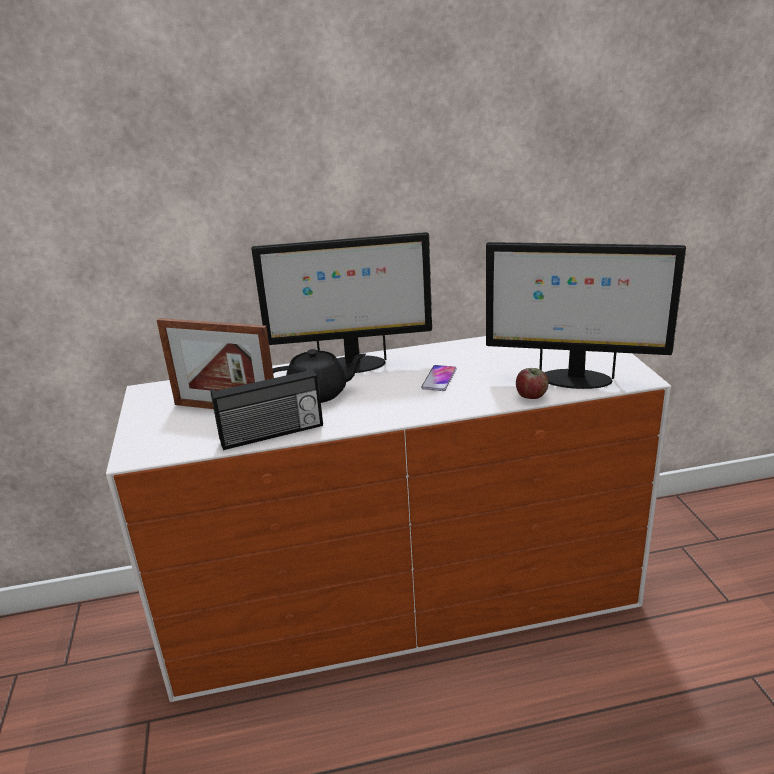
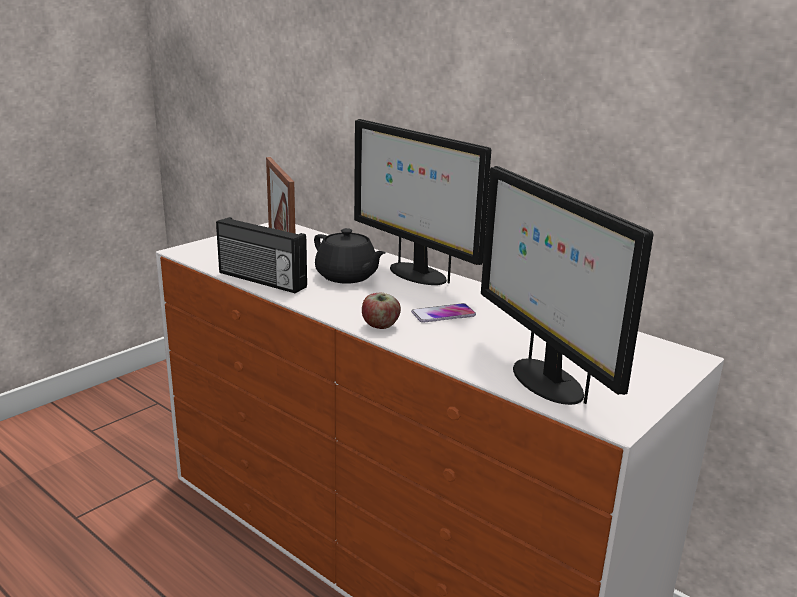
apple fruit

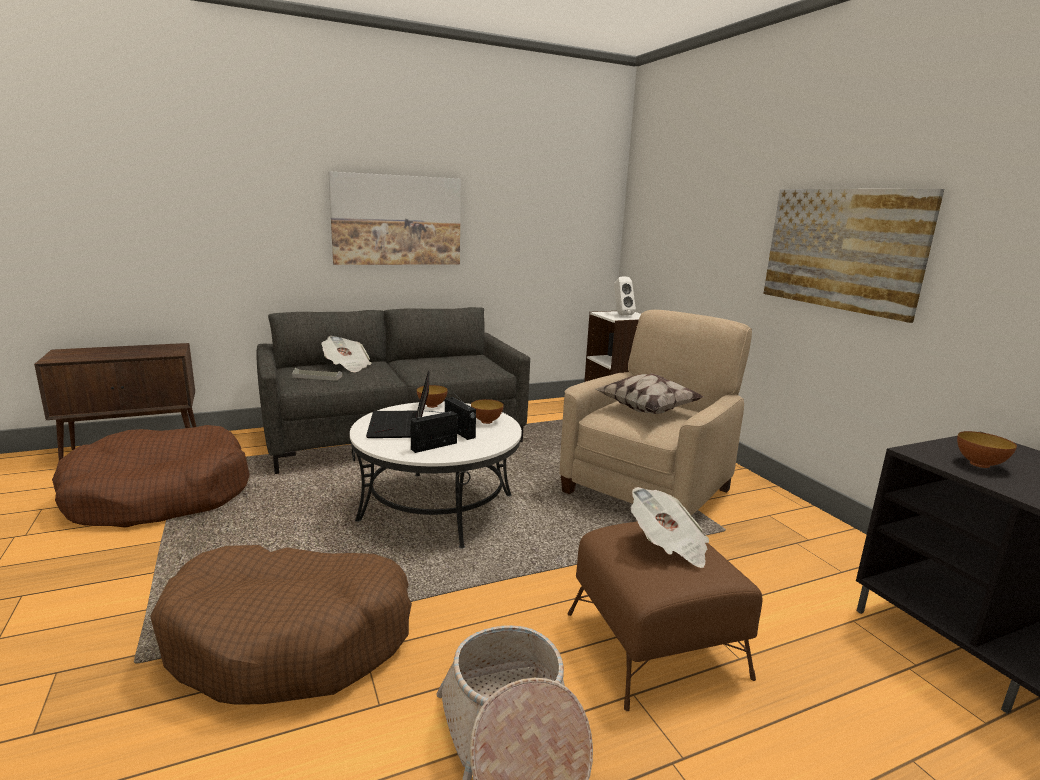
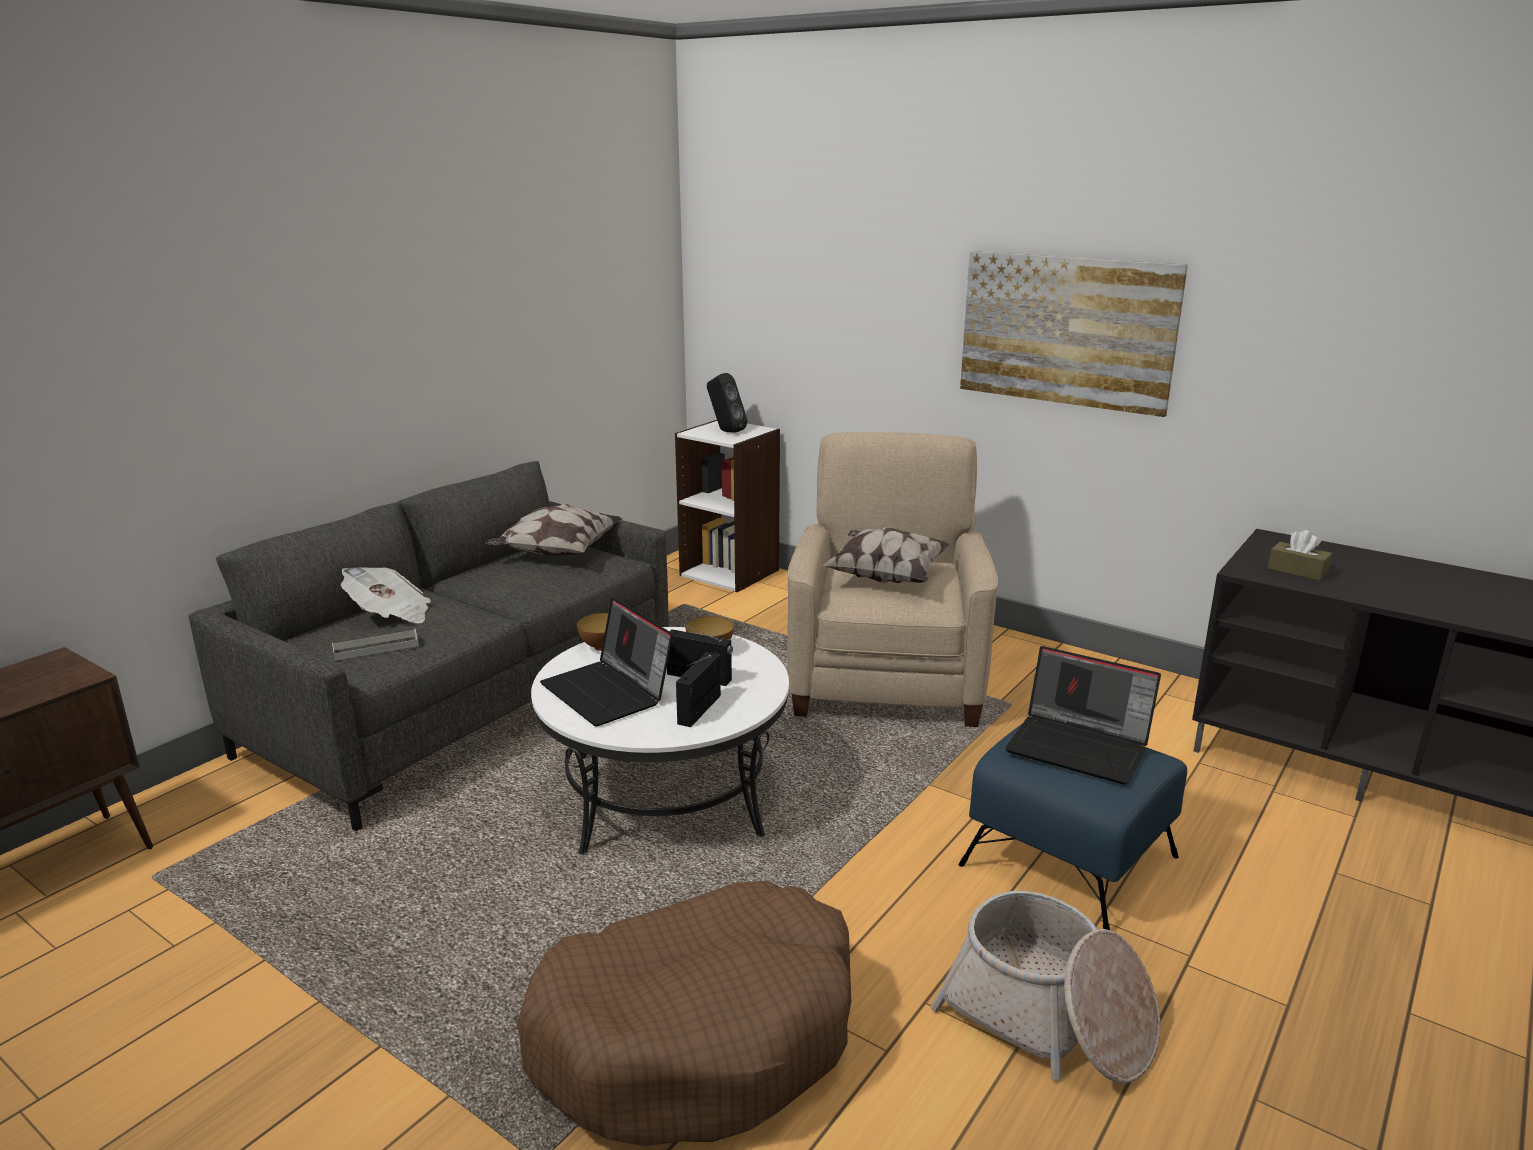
throw pillow (no. 1 from left)
speaker/black
ottoman/blue-coloured
portable computer (no. 2 from left)
tissue holder/brown-coloured
dog bed/brown-coloured (no. 1 from left in the first image)
wall picture (no. 1 from left in the first image)

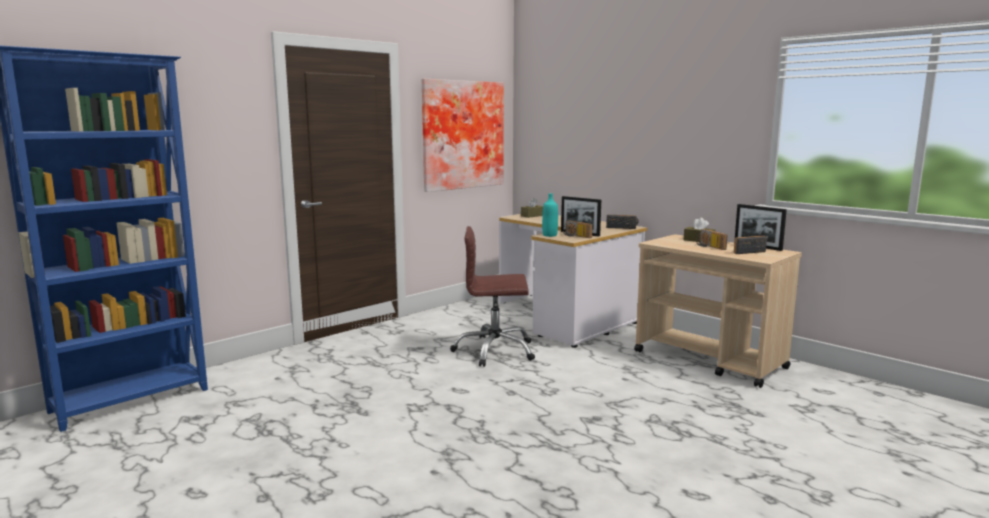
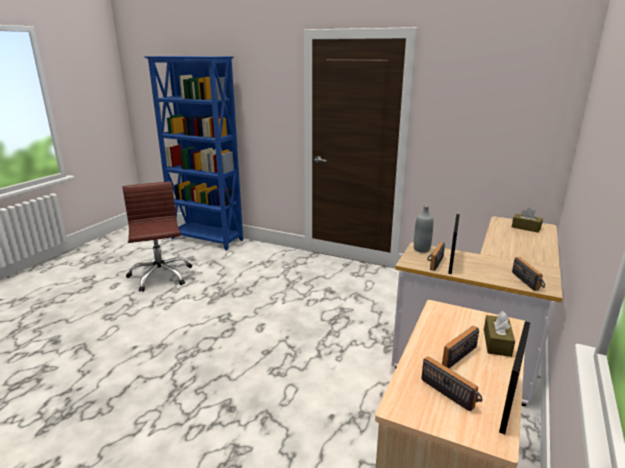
computer chair/brown-coloured
drink bottle/gray
wall picture

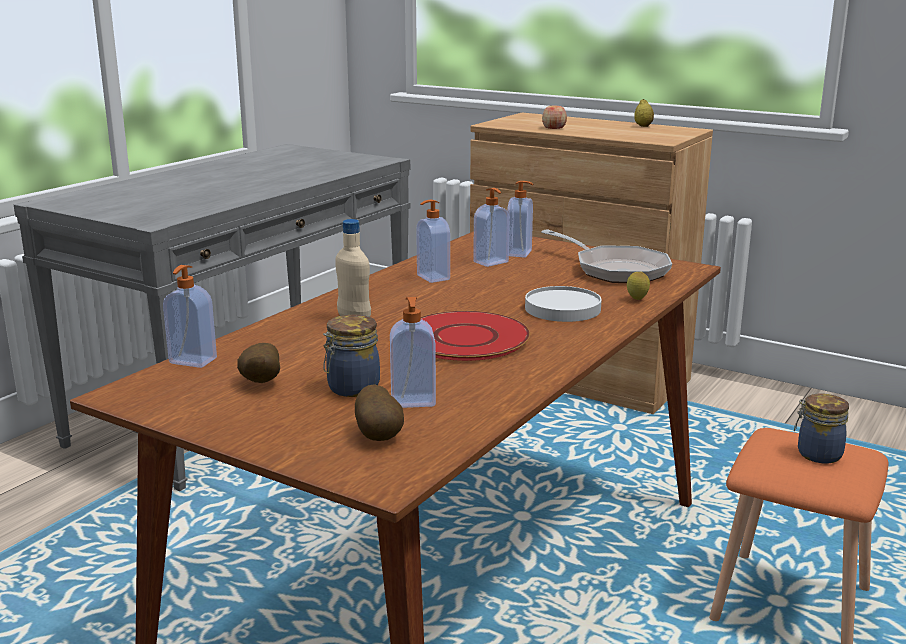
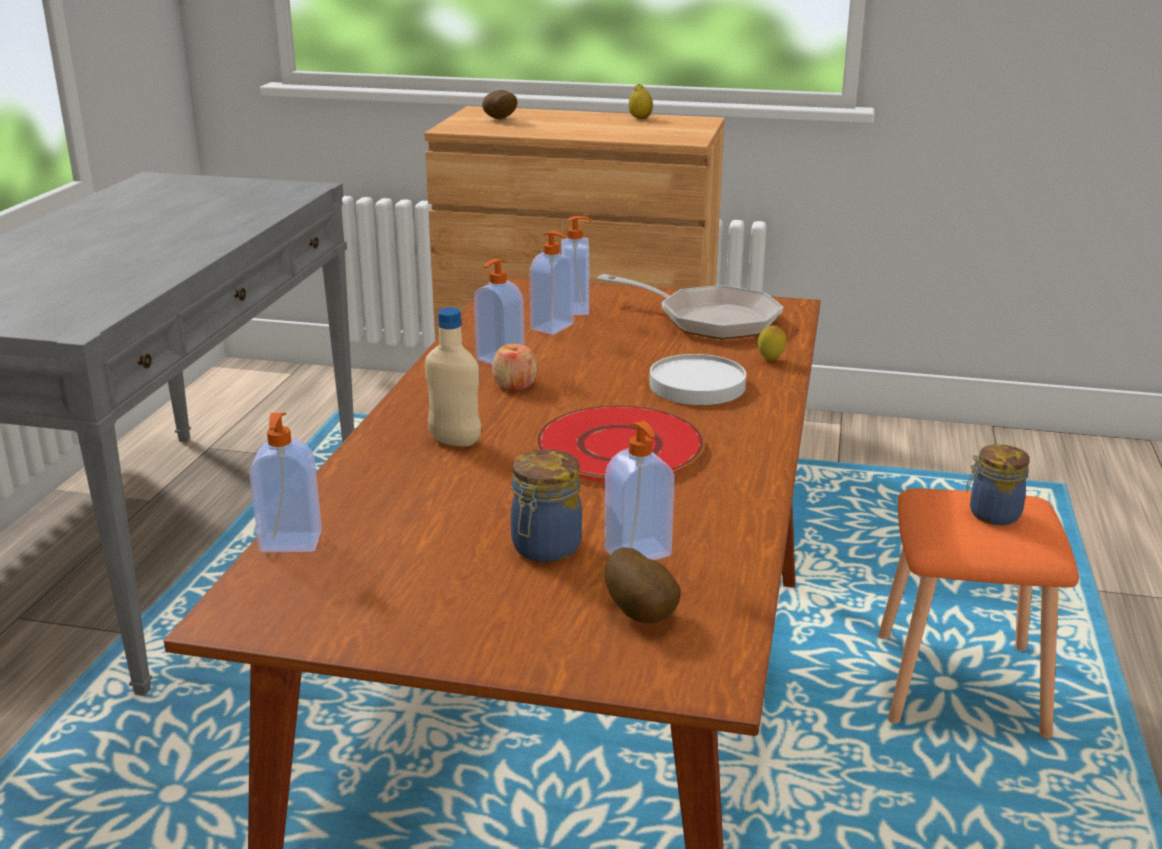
whole potato (no. 1 from left)
apple fruit

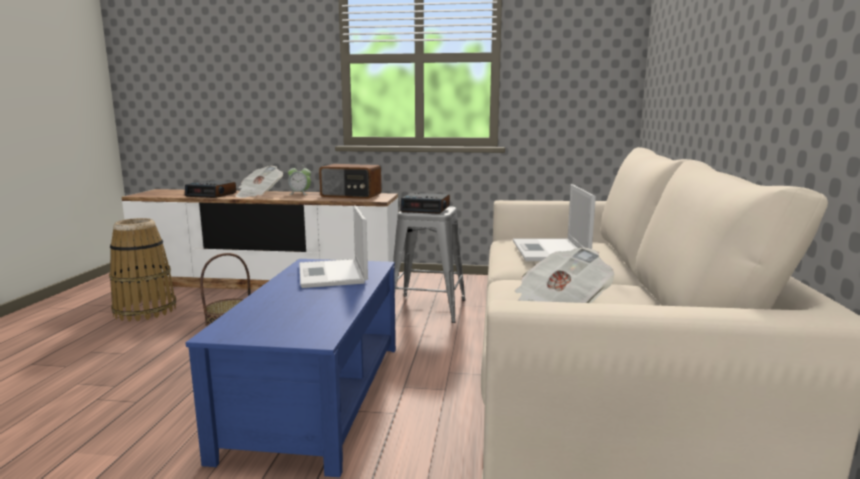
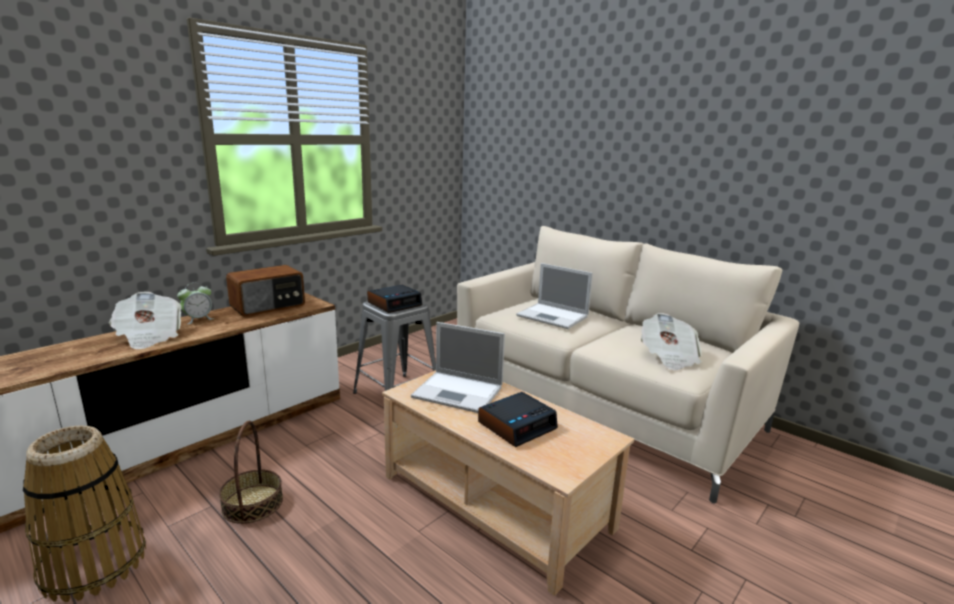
low table/beige-coloured
alarm clock (no. 3 from left)

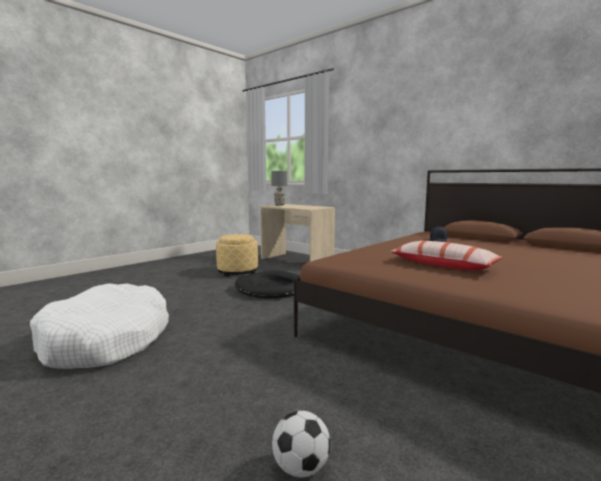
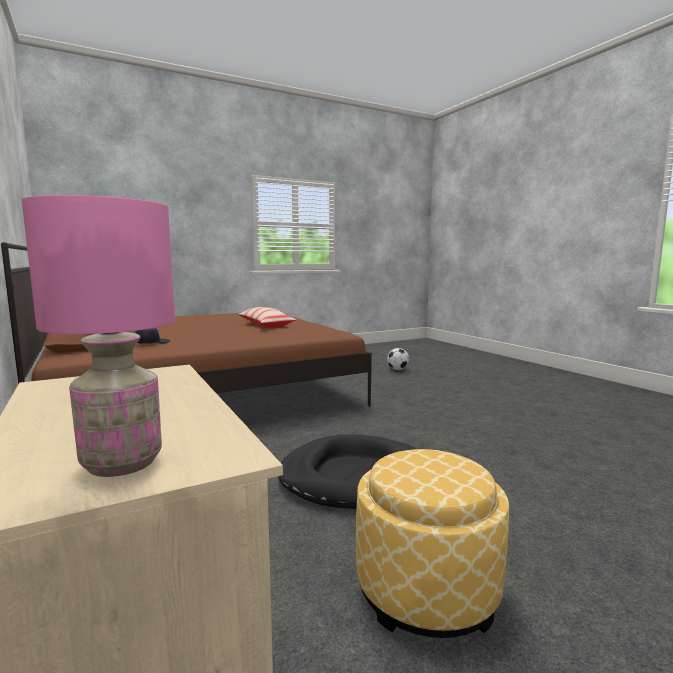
lamp for a table/pink
dog bed/whitish

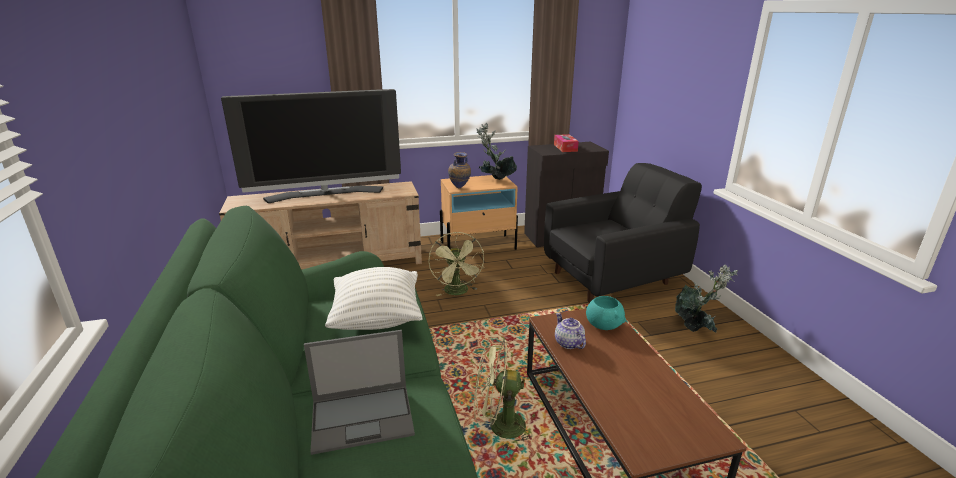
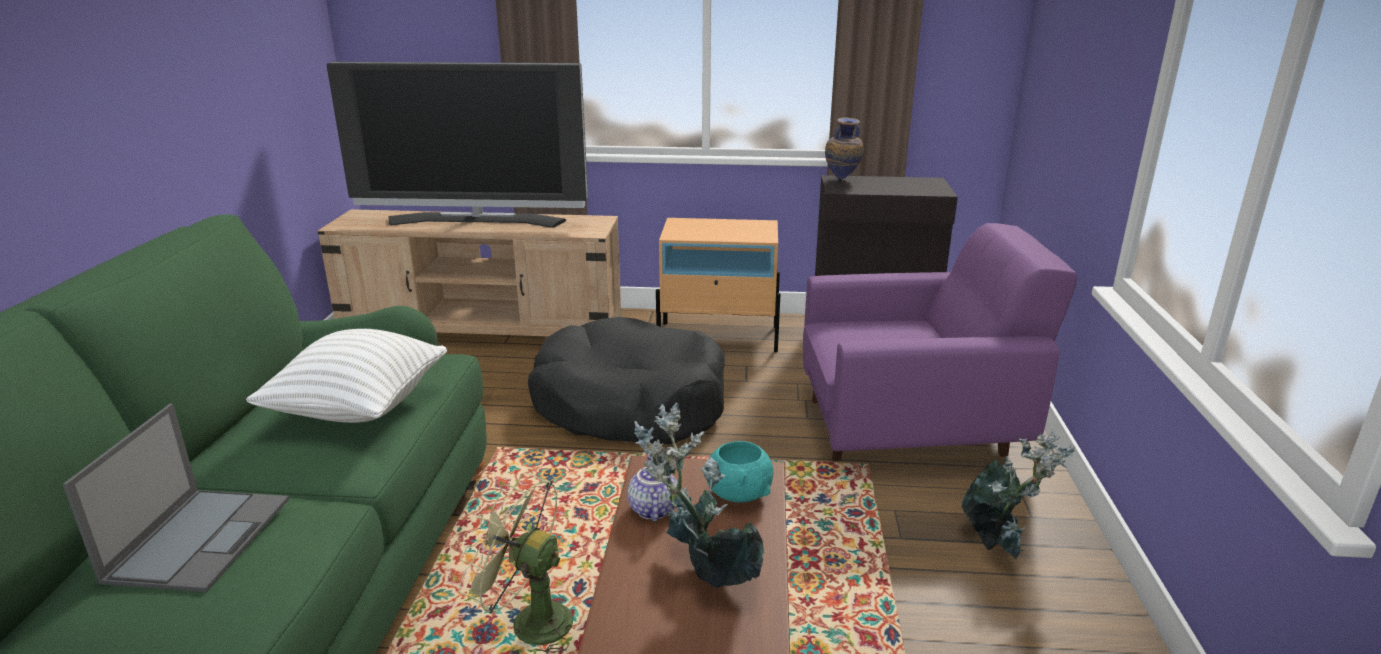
portable computer
dog bed/black
houseplant (no. 1 from left)
armchair/purplish
vase
tissue holder

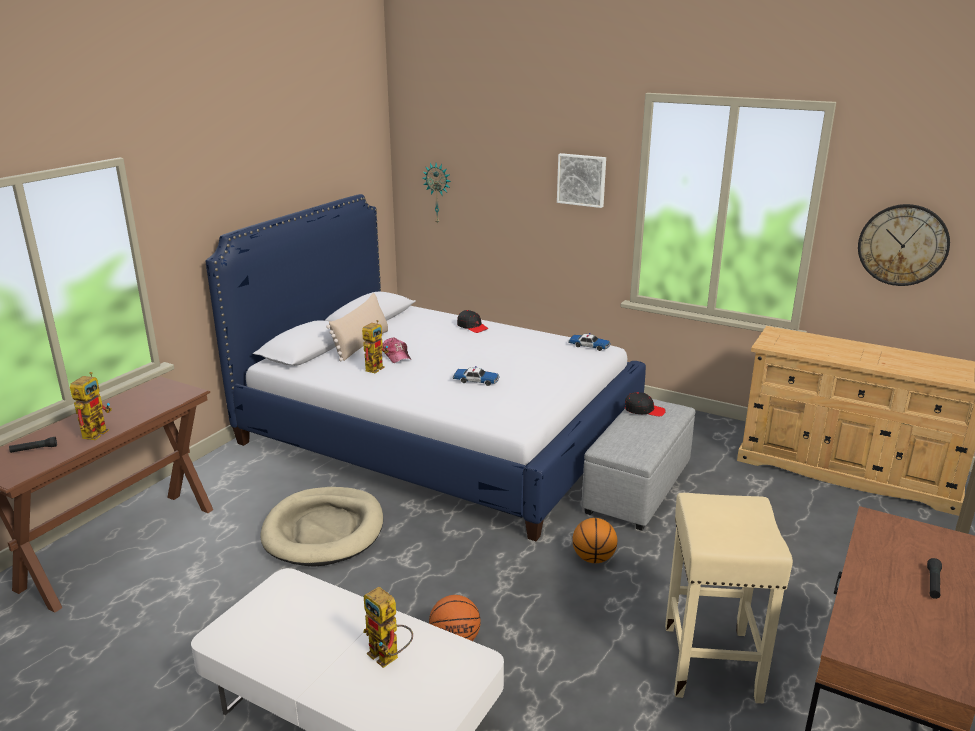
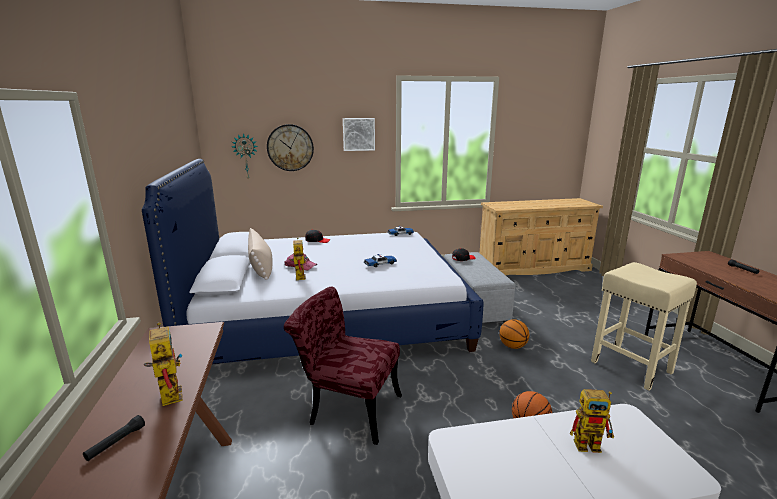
clock on the wall (no. 2 from left)
chair/red

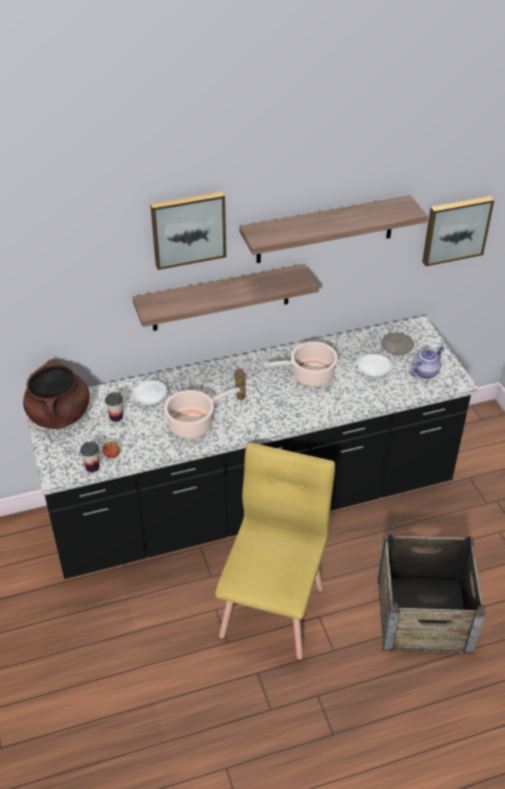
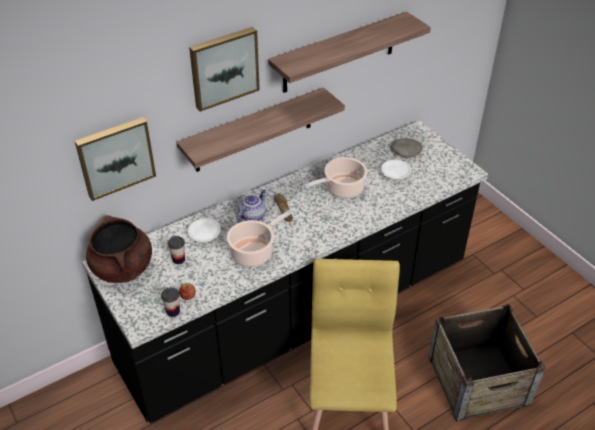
wall picture (no. 1 from left)
pot for tea

